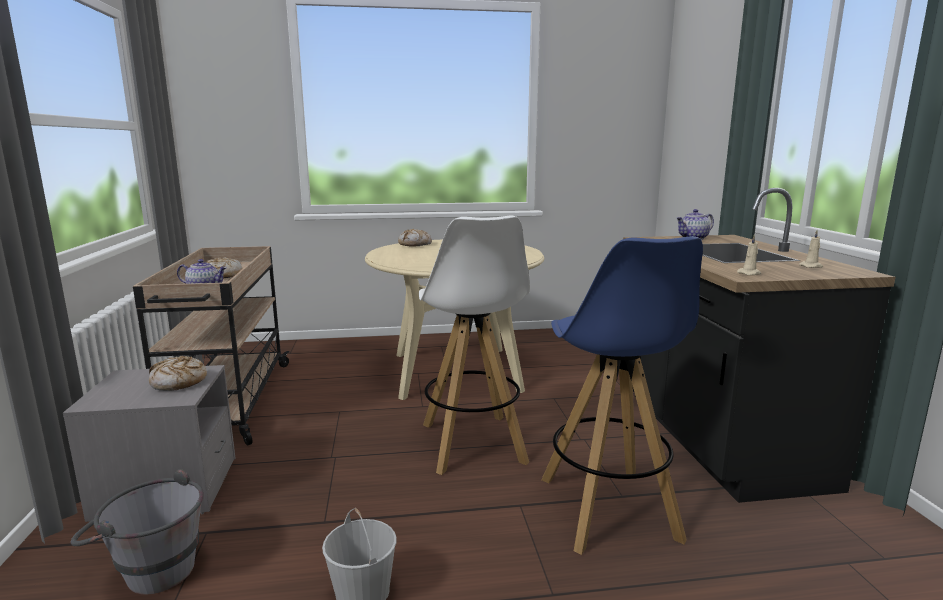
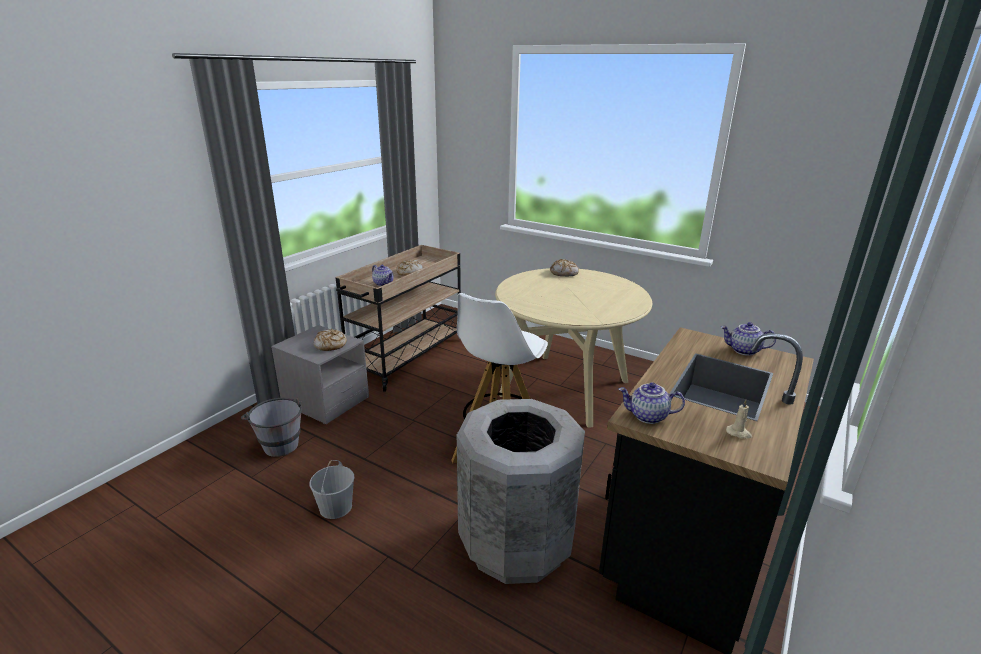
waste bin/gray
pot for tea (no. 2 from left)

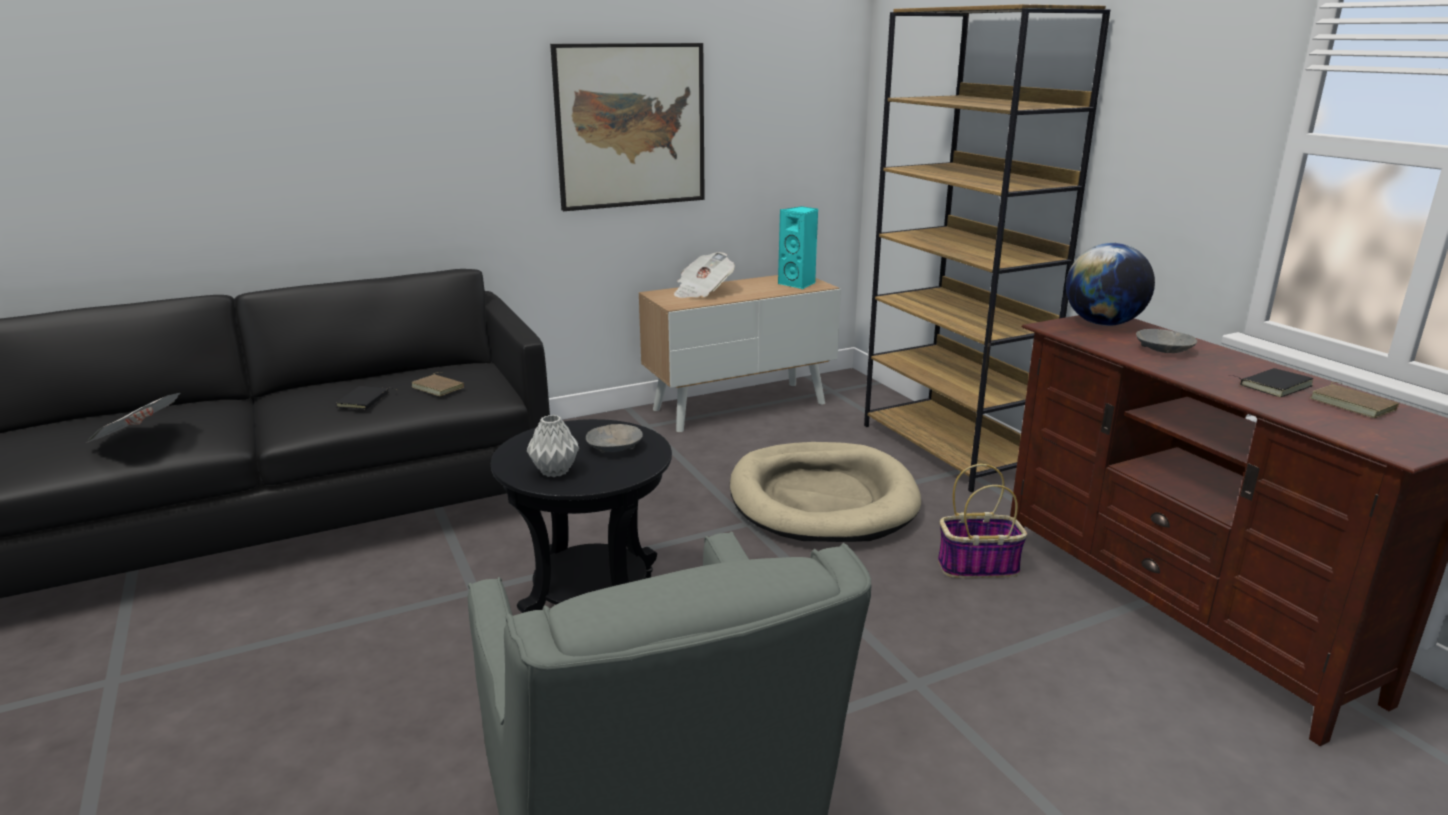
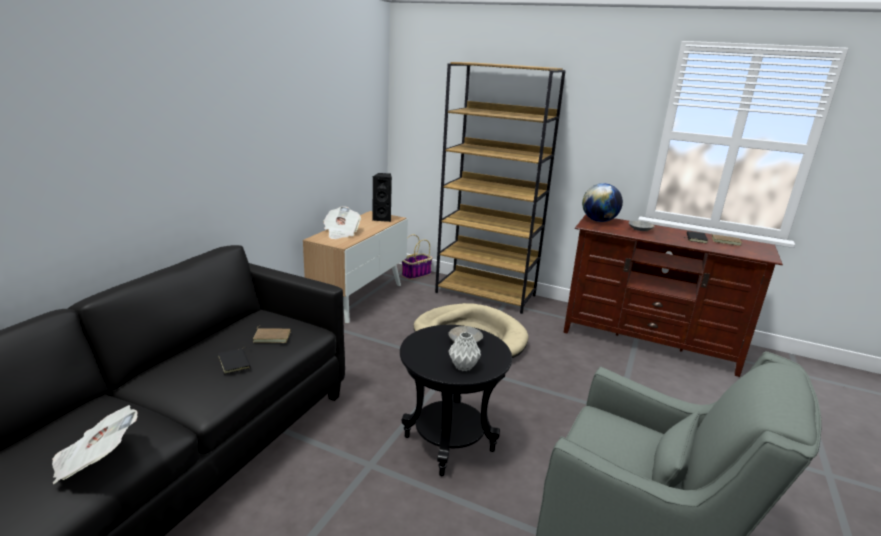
speaker/black
household basket
wall picture

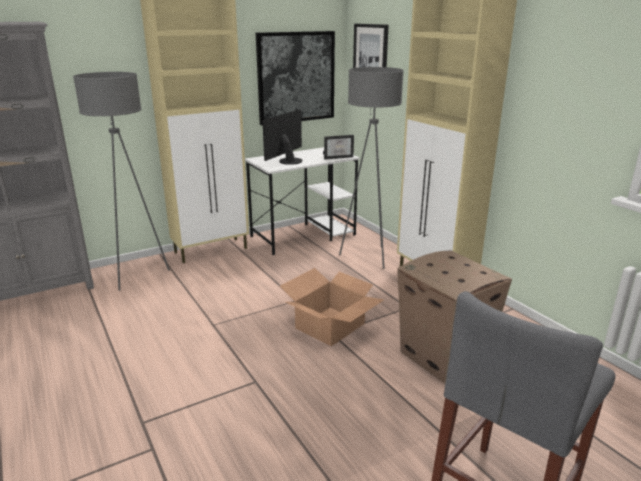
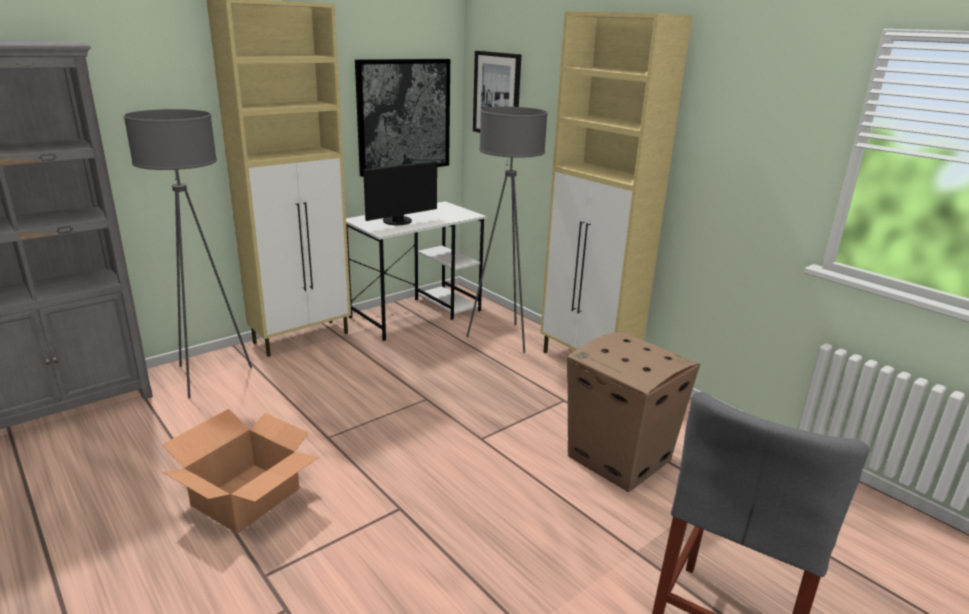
cardboard box (no. 1 from left)
monitor
photo frame

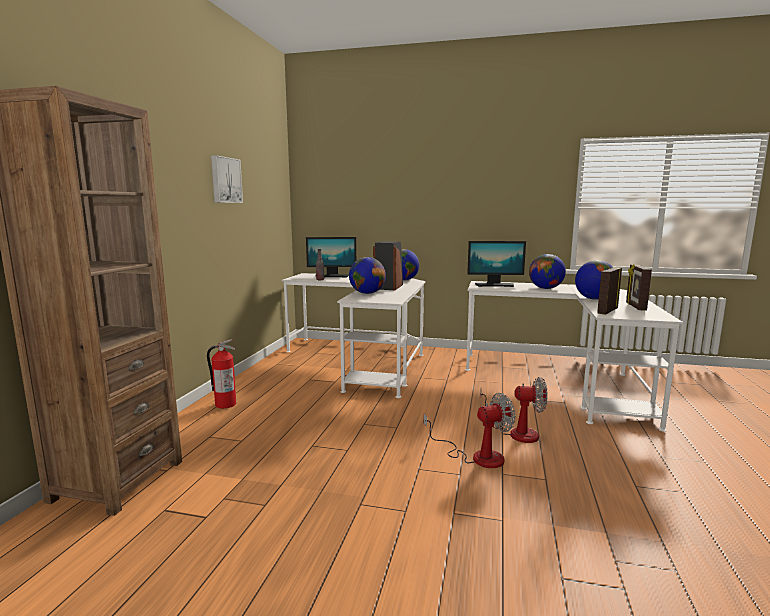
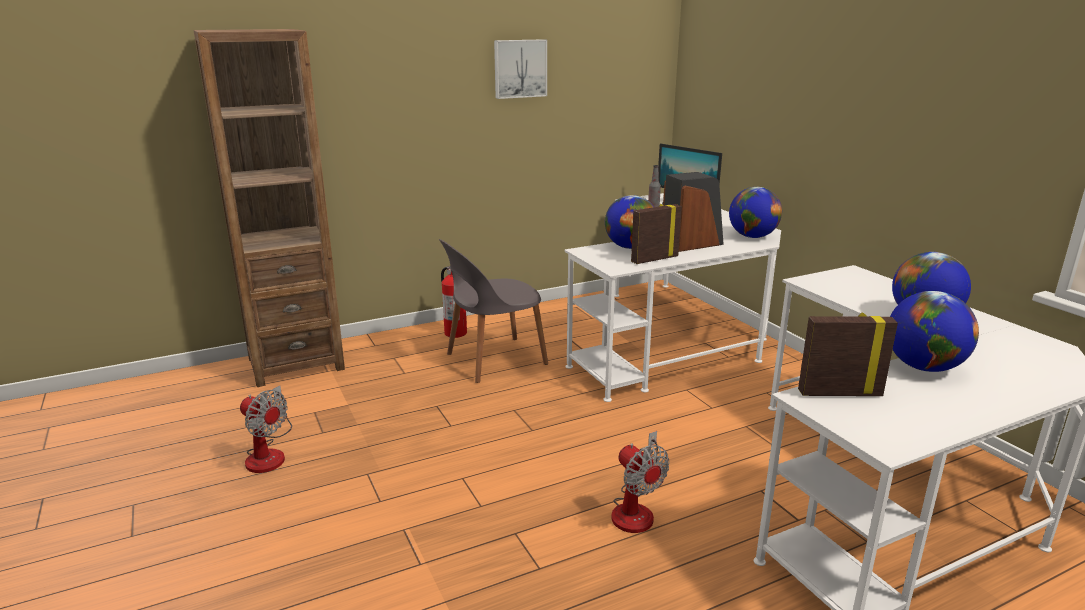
fan (no. 1 from left)
chair/gray
photo frame (no. 1 from left)
monitor (no. 2 from left in the first image)

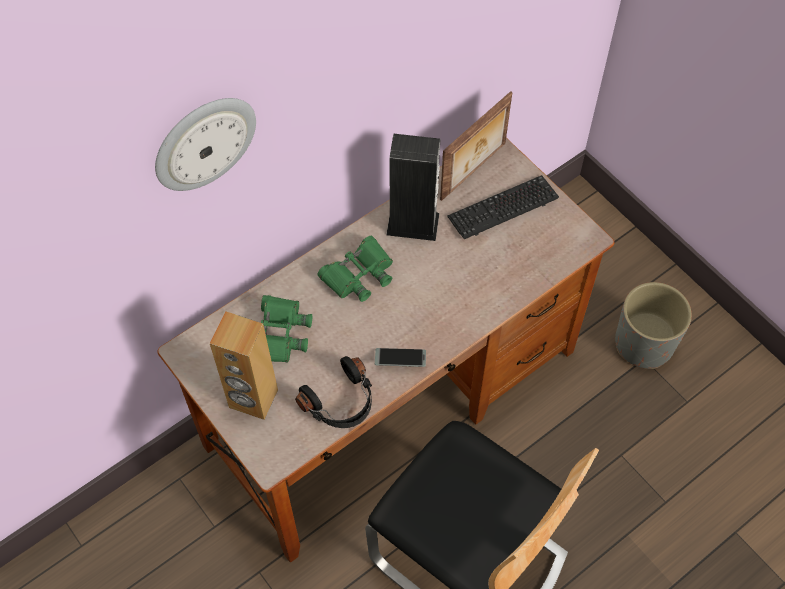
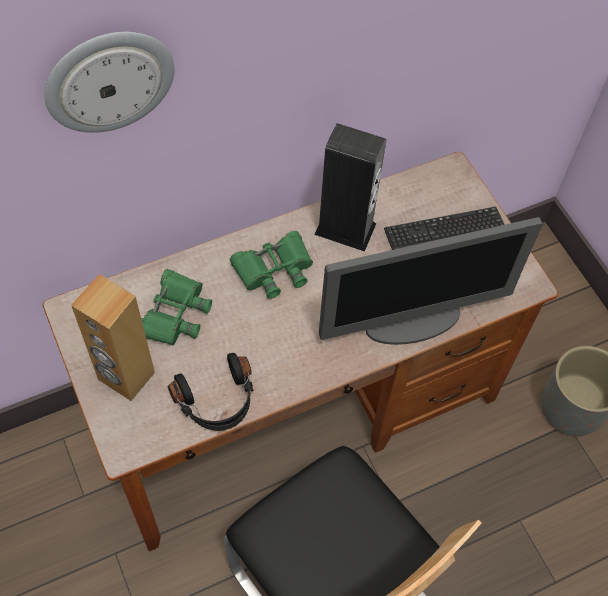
monitor
telephone
photo frame

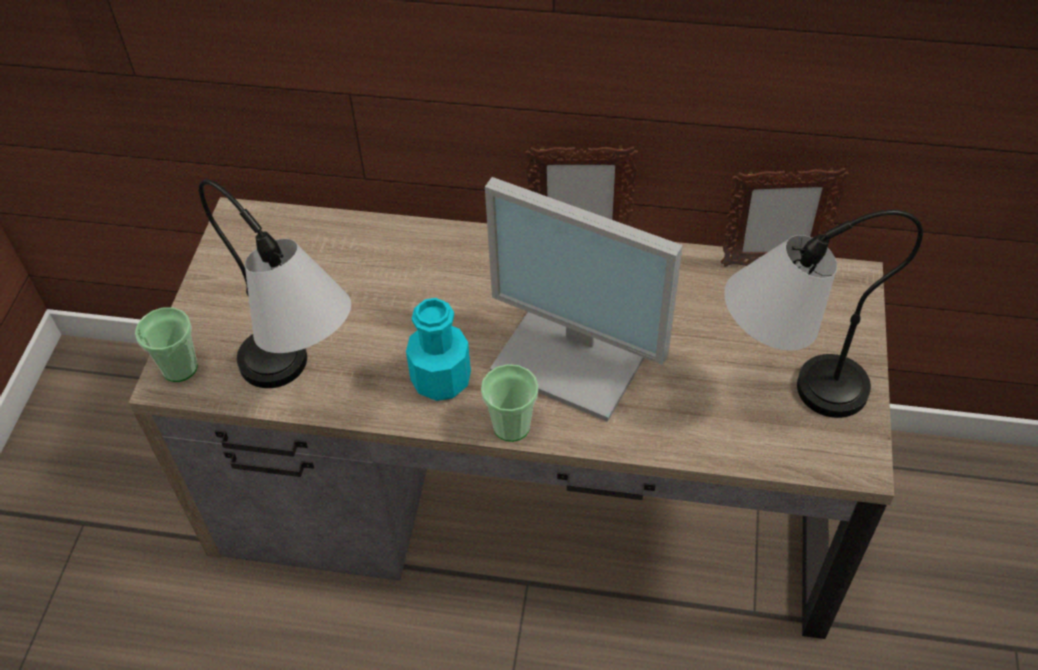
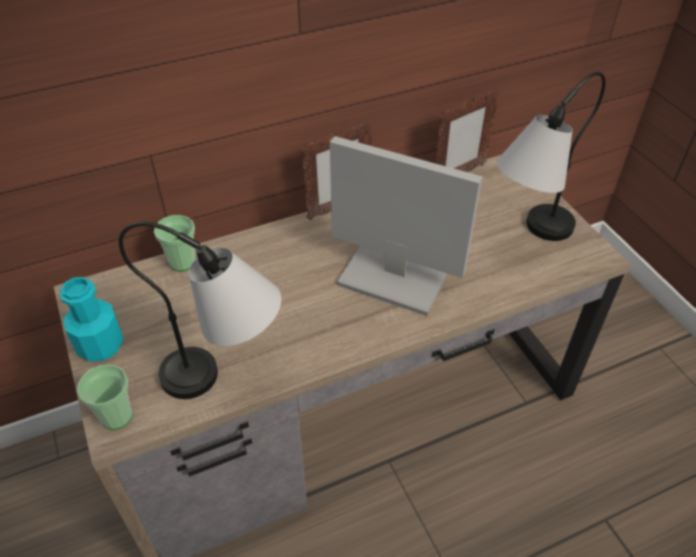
drink bottle/turquoise
drinking cup (no. 2 from left)
monitor

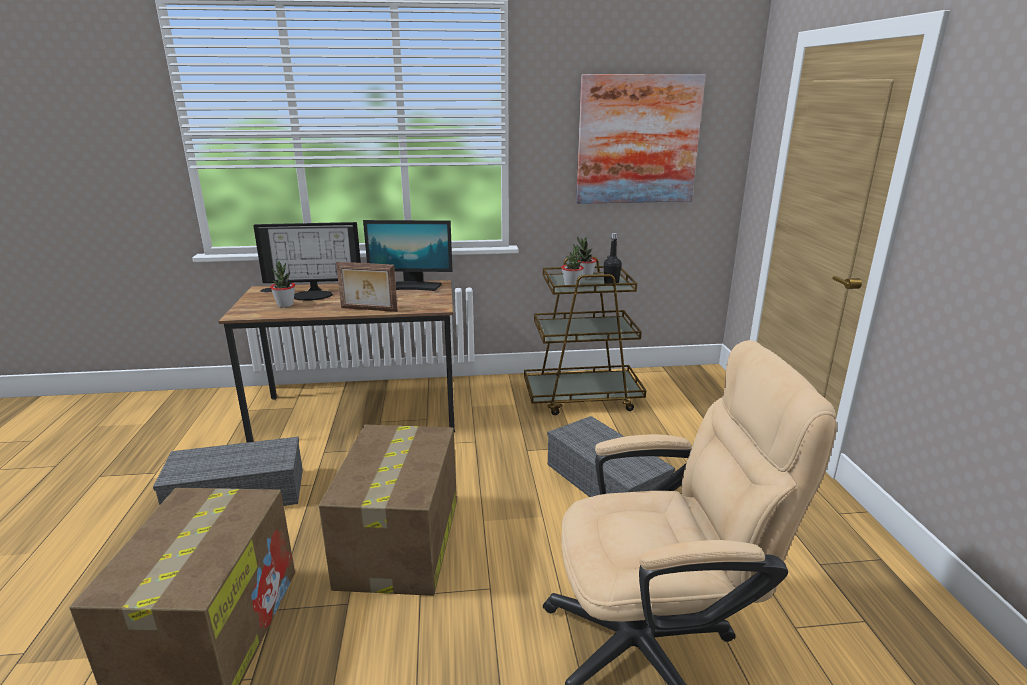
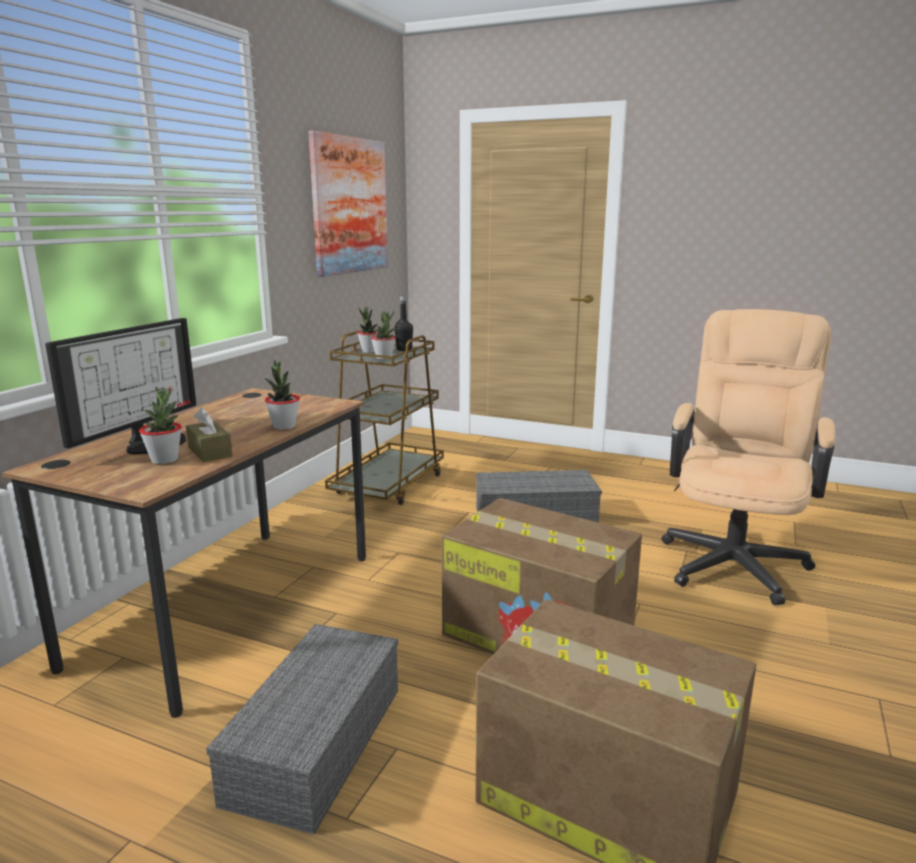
tissue holder/brown-coloured
houseplant (no. 2 from left)
monitor (no. 2 from left in the first image)

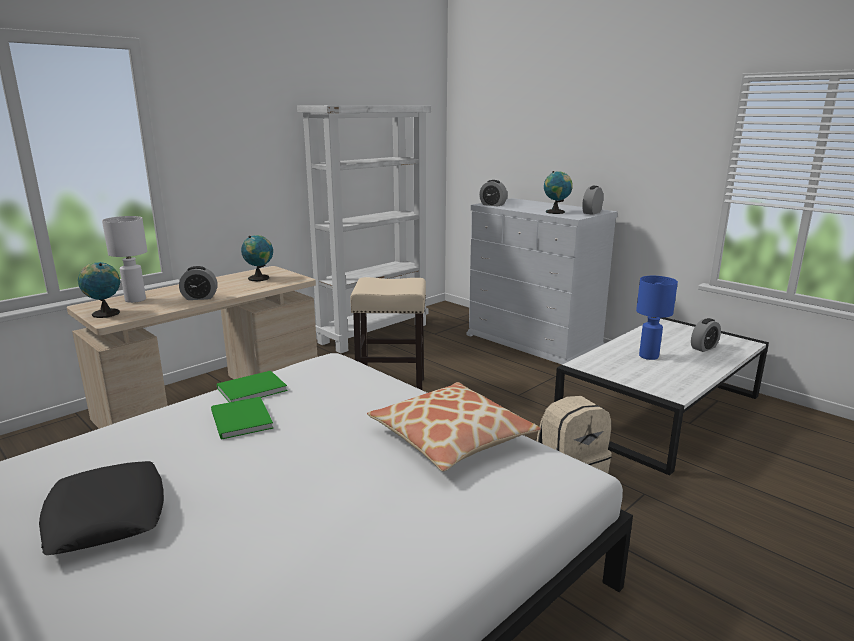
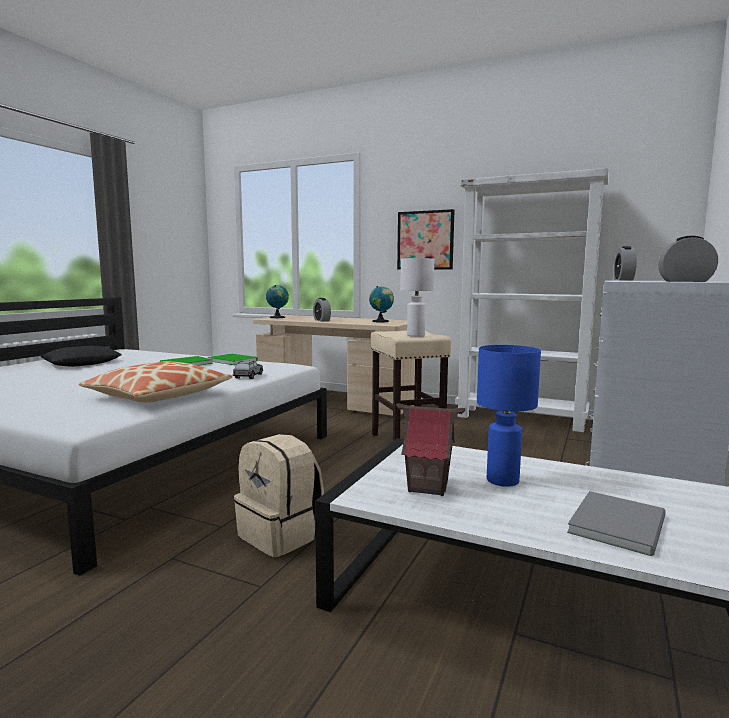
toy car/gray
miniature house
wall picture
lamp for a table/whitish
volume/gray
desk globe (no. 3 from left in the first image)

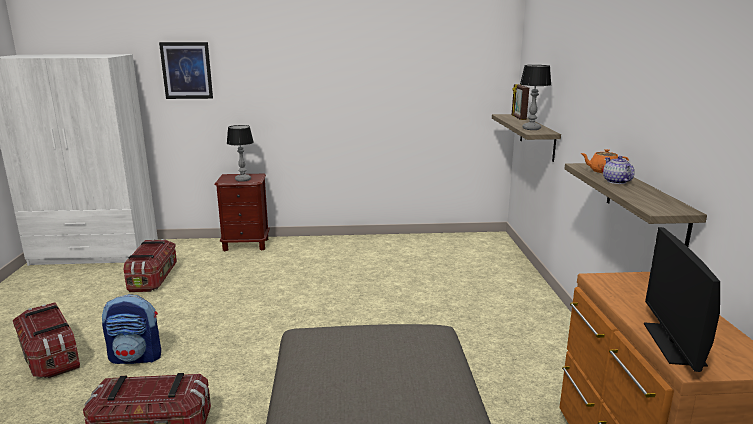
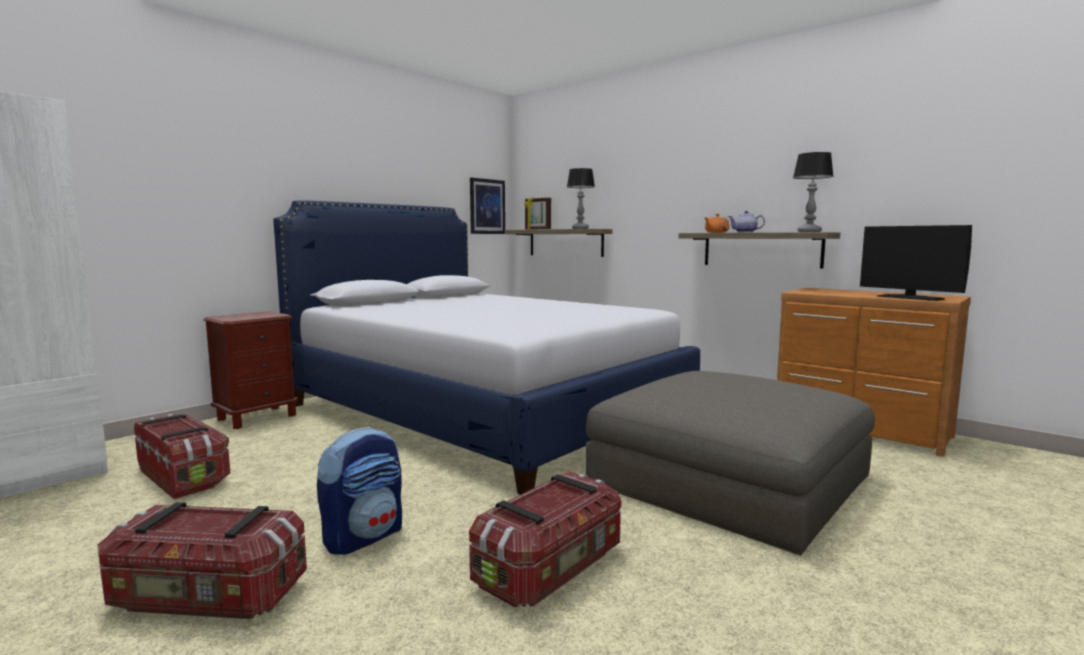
bedroom bed
wall picture
lamp for a table (no. 2 from left)

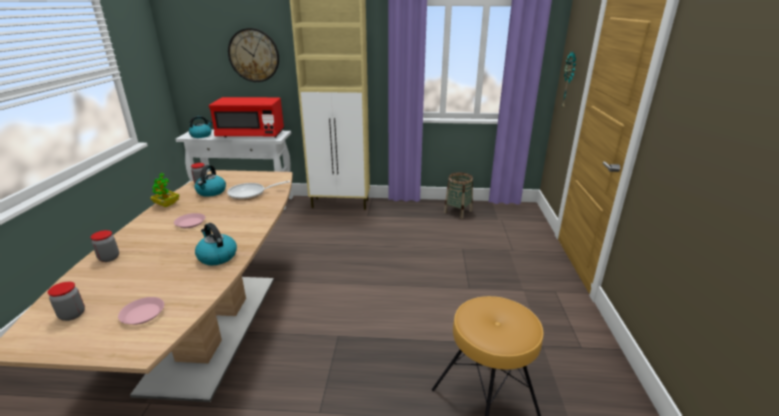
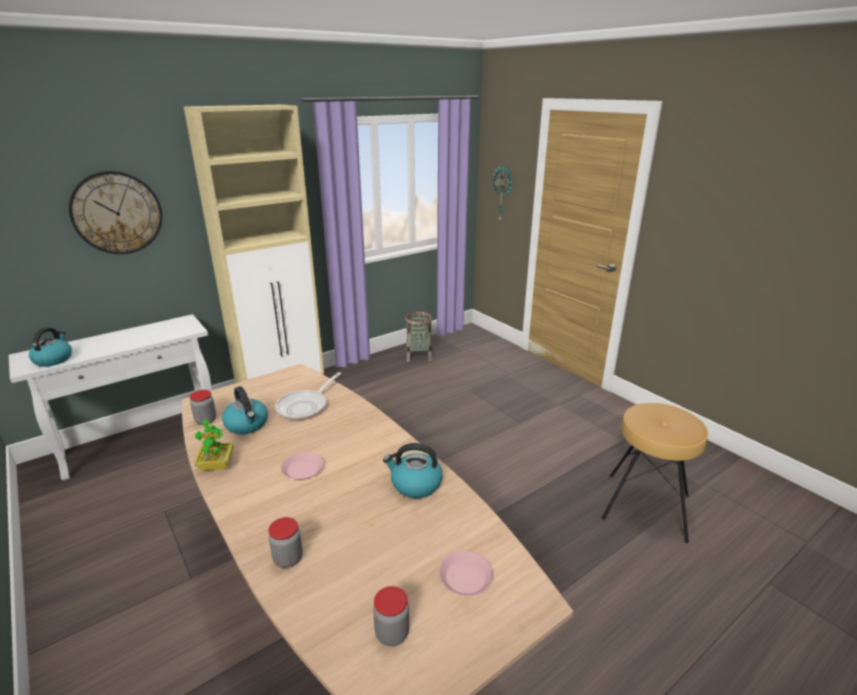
kitchen microwave/red

